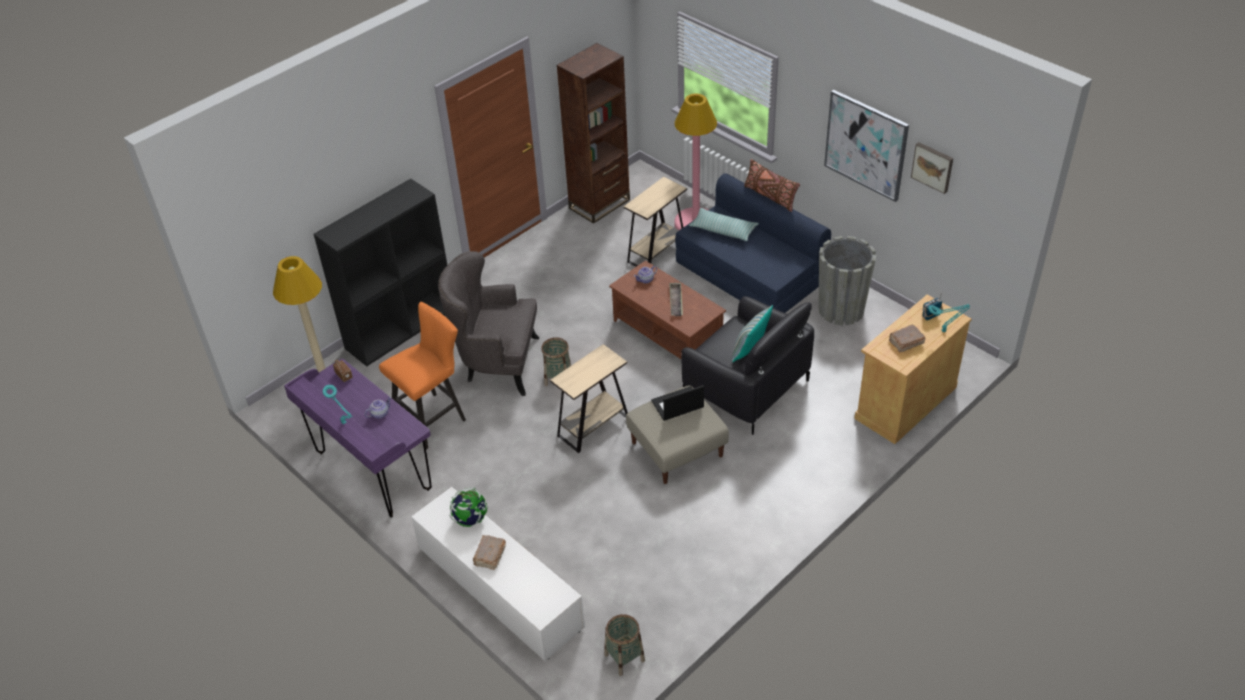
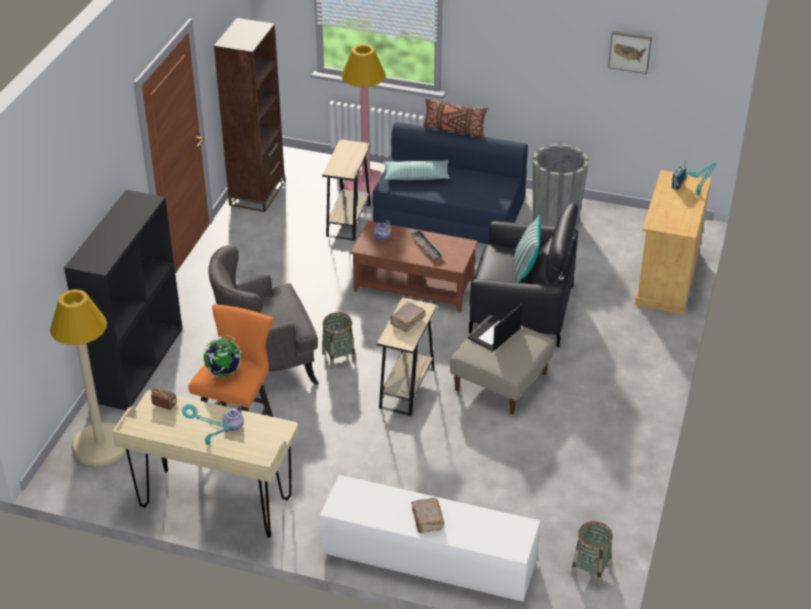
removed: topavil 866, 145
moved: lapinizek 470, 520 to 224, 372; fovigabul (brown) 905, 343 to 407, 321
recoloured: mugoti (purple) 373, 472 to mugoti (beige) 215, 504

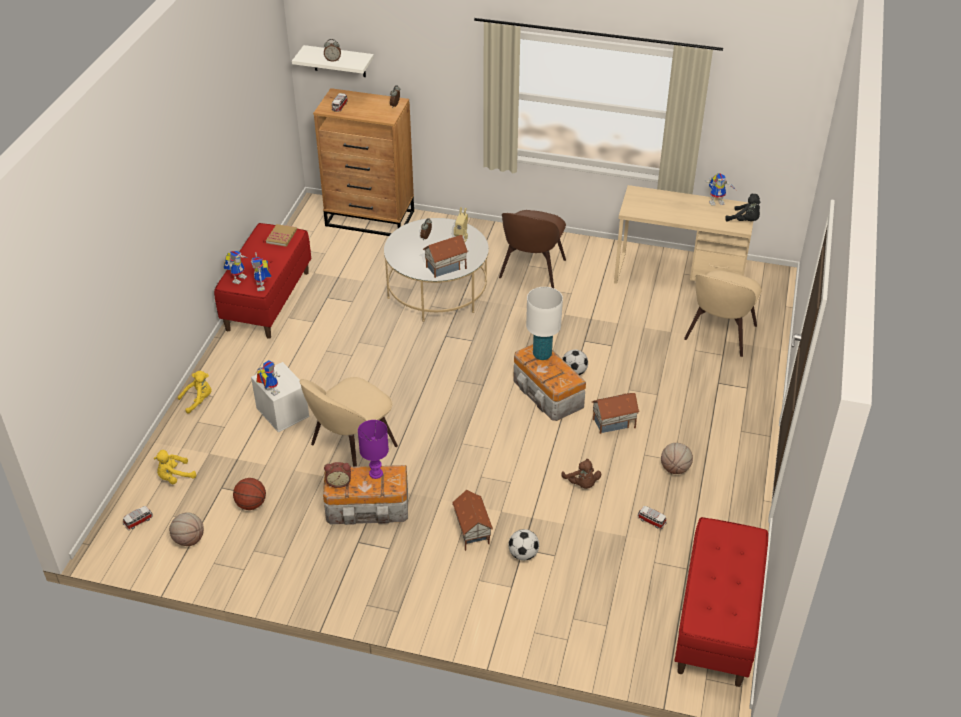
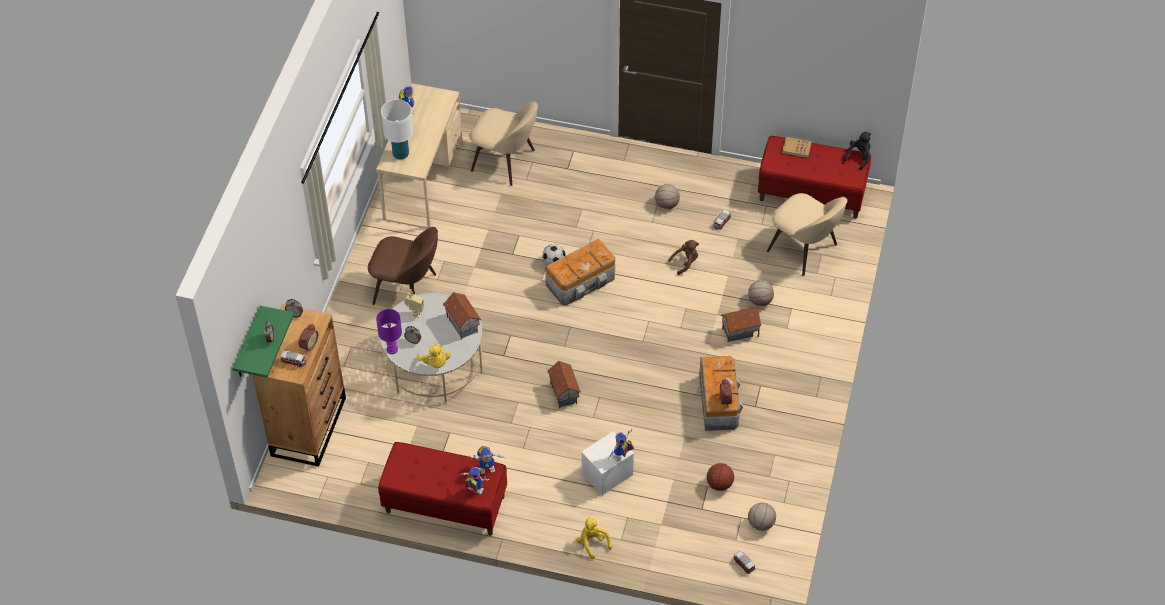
added: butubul 308, 344
moved: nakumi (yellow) 175, 477 to 435, 363; fovigabul 281, 236 to 796, 148; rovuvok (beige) 351, 447 to 804, 249; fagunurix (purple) 375, 474 to 392, 349; fagunurix (white) 542, 355 to 401, 154; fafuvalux 614, 424 to 564, 393; nakumi (black) 745, 221 to 859, 157
replaced: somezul 523, 554 to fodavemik 760, 301
recoloured: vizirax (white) 339, 61 to vizirax (green) 247, 345

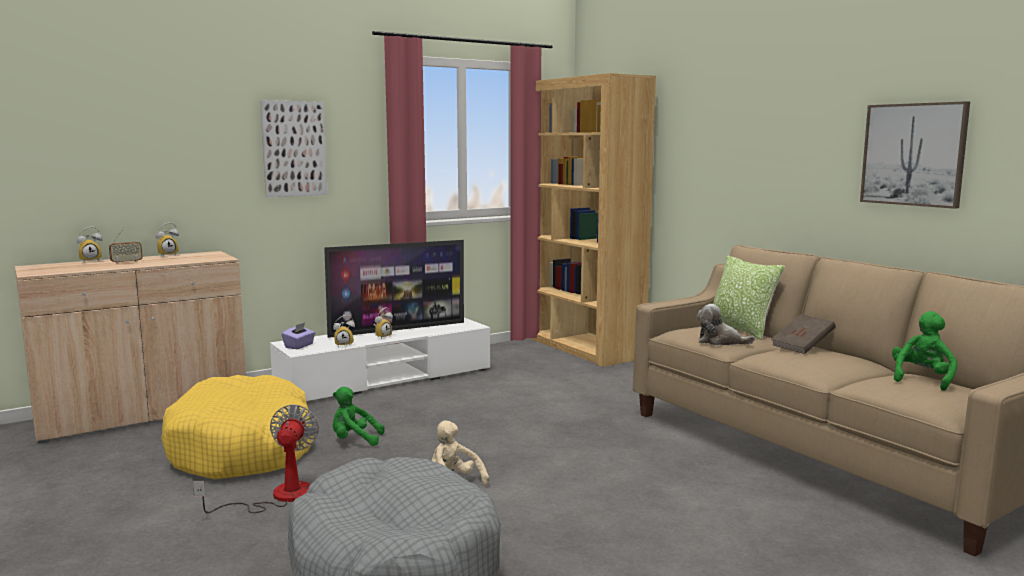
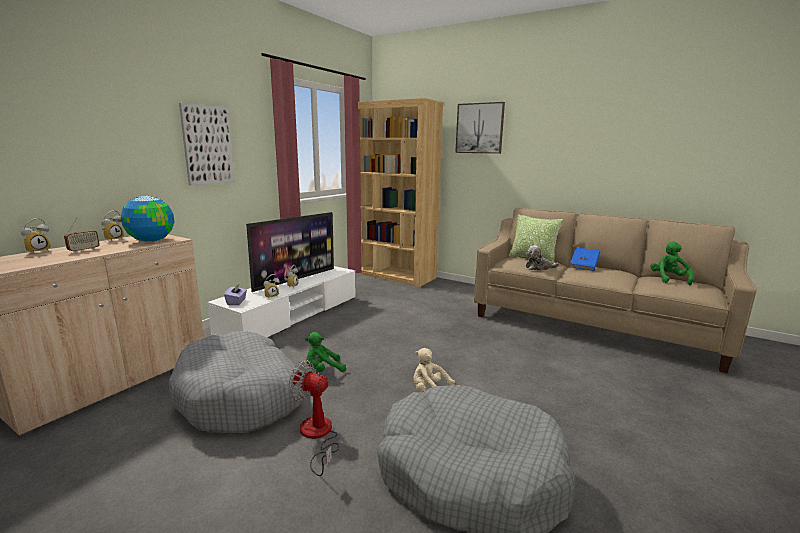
added: lapinizek 151, 241
moved: topavil 913, 154 to 479, 128
recoloured: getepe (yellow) 243, 448 to getepe (grey) 240, 396; fovigabul (brown) 802, 346 to fovigabul (blue) 584, 266
turned: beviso 278, 497 = 317, 436 45 degrees counterclockwise

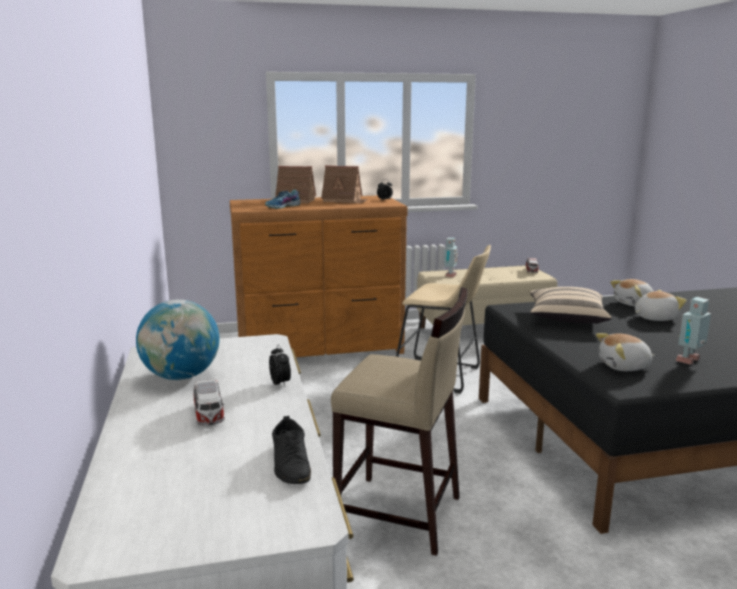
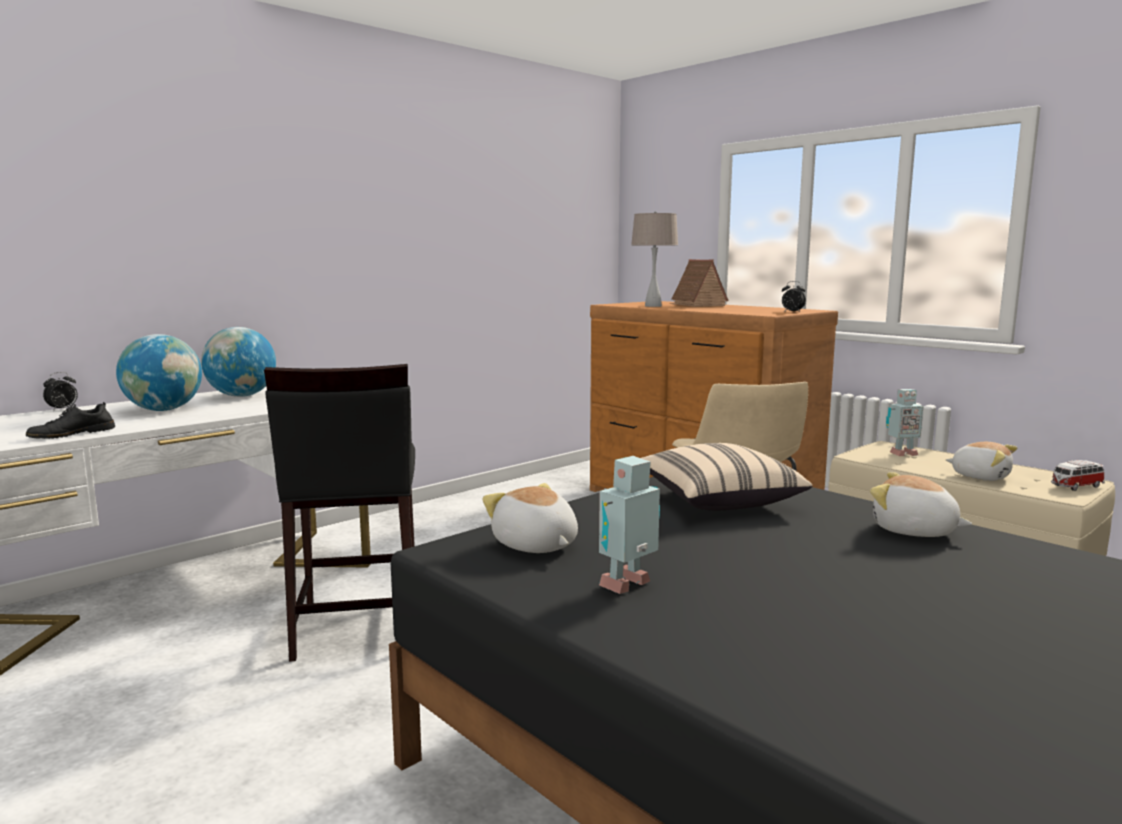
removed: fafuvalux 344, 201
moved: butubul 280, 383 to 63, 409; nakumi 654, 318 to 980, 477
replaced: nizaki 209, 415 to lapinizek 164, 410; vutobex 283, 206 to fagunurix (beige) 653, 306
recoloured: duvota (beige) 399, 514 to duvota (black) 356, 626
turned: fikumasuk 690, 361 = 629, 585 60 degrees counterclockwise

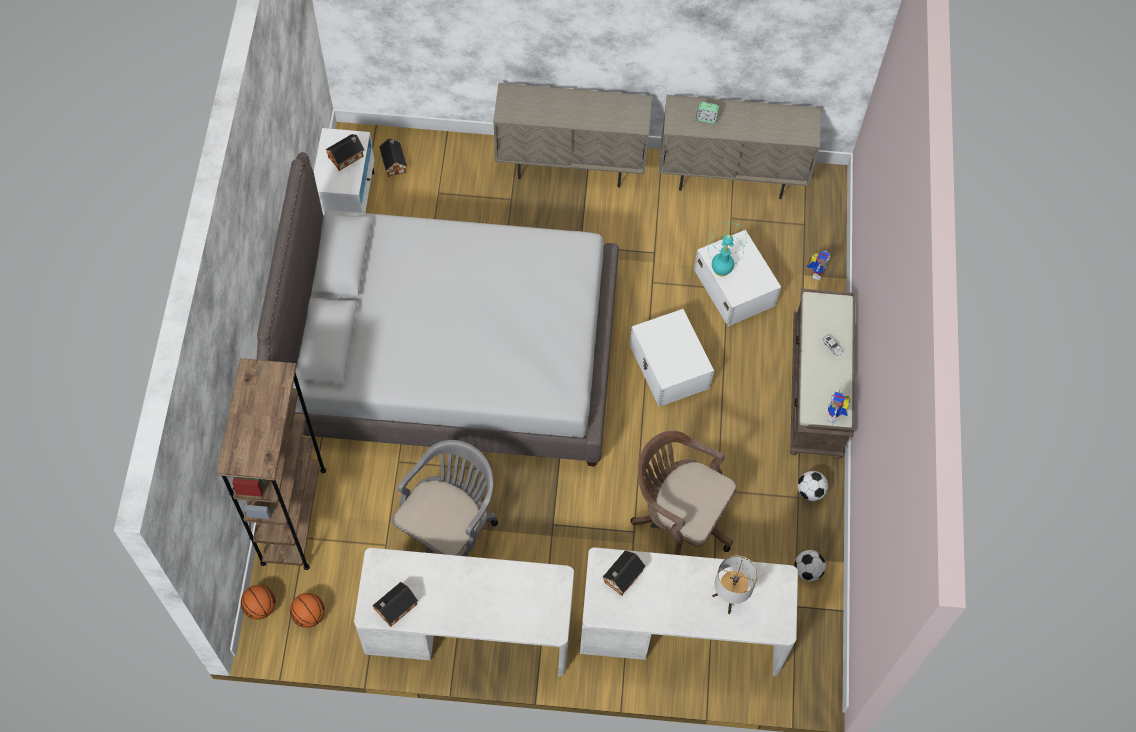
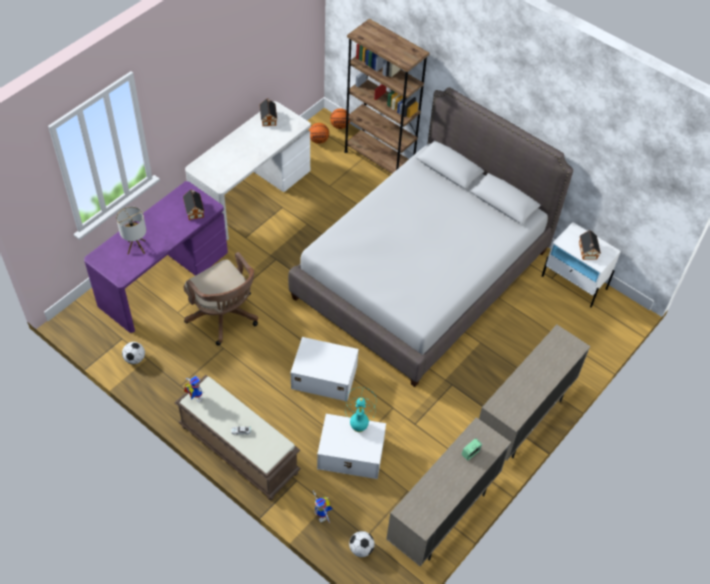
removed: fafuvalux 394, 162; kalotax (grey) 449, 532
moved: somezul 810, 491 to 361, 549
recoloured: mugoti (white) 681, 630 to mugoti (purple) 163, 278
turned: kalotax (brown) 678, 519 = 224, 317 75 degrees clockwise

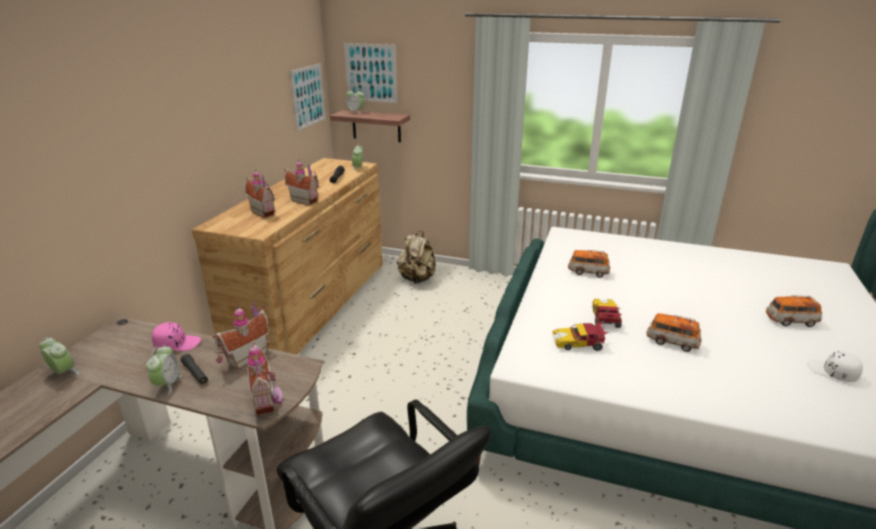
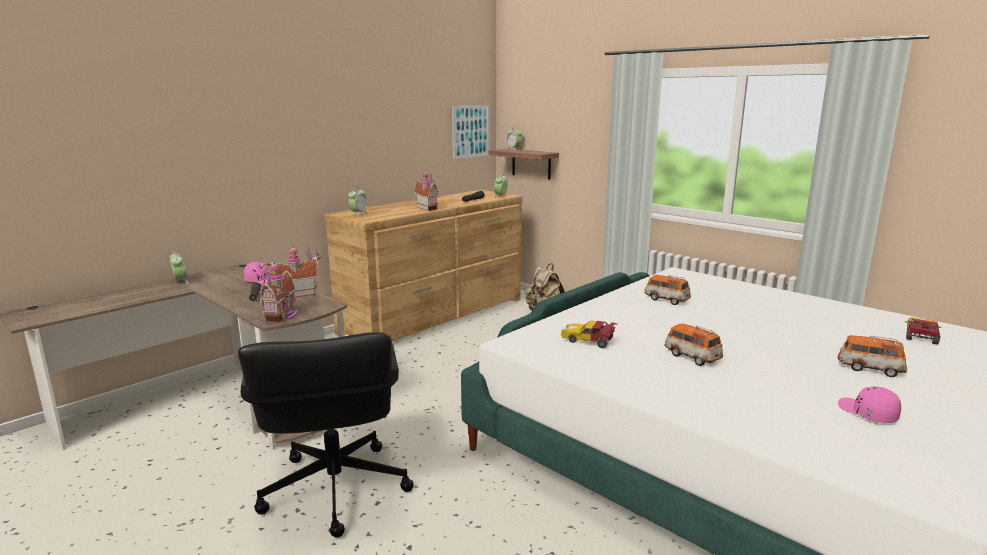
removed: fafuvalux 264, 212; topavil 371, 73
moved: butubul 167, 384 to 358, 214; nizaki 605, 318 to 920, 336
recoloured: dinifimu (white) 832, 372 to dinifimu (pink) 867, 413

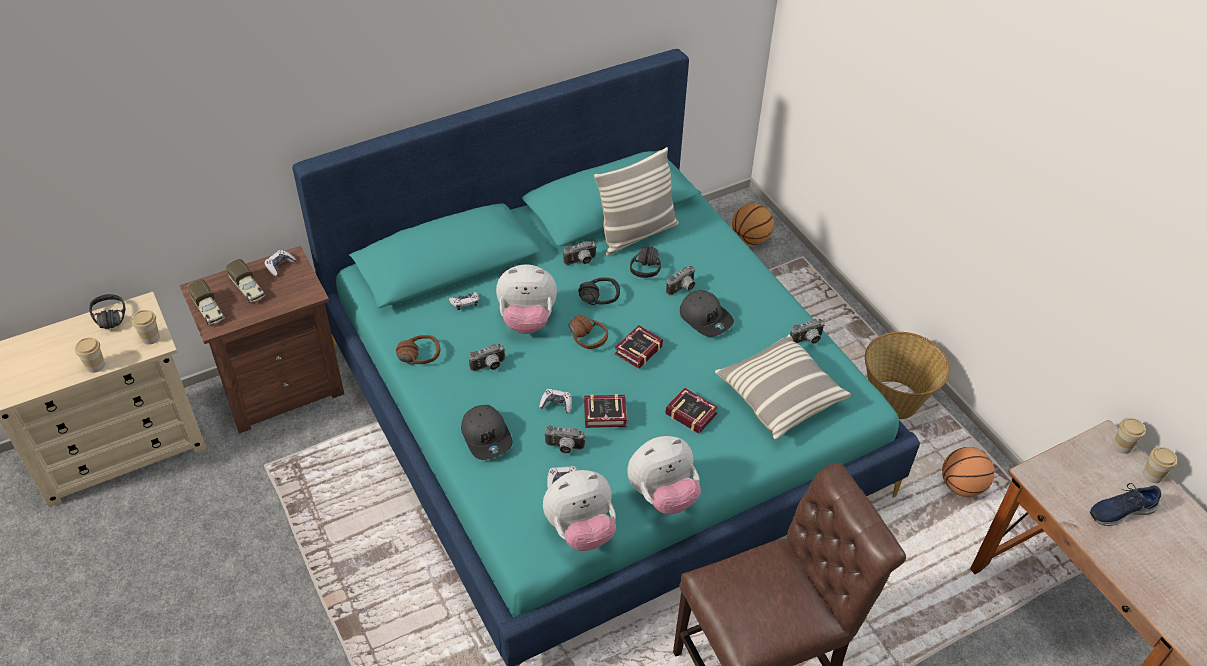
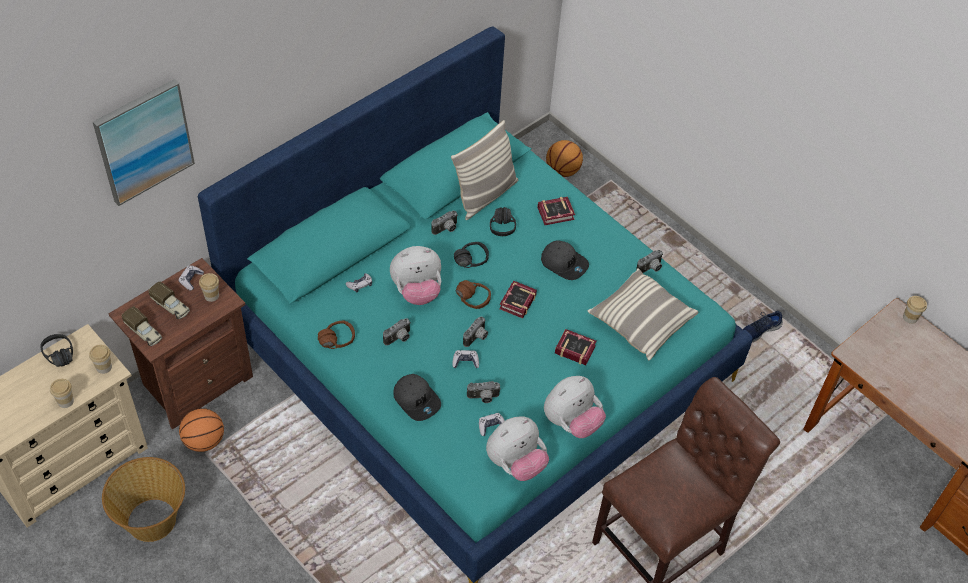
added: topavil 143, 141
moved: fovigabul 607, 415 to 557, 214; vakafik 682, 289 to 477, 338; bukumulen 895, 400 to 152, 519; fodavemik 961, 486 to 204, 441; vutobex (blue) 1121, 510 to 759, 330; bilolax 1152, 475 to 211, 295

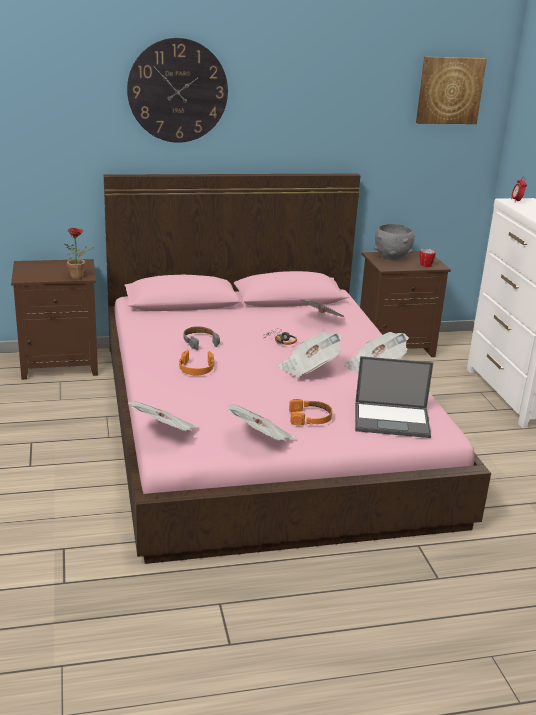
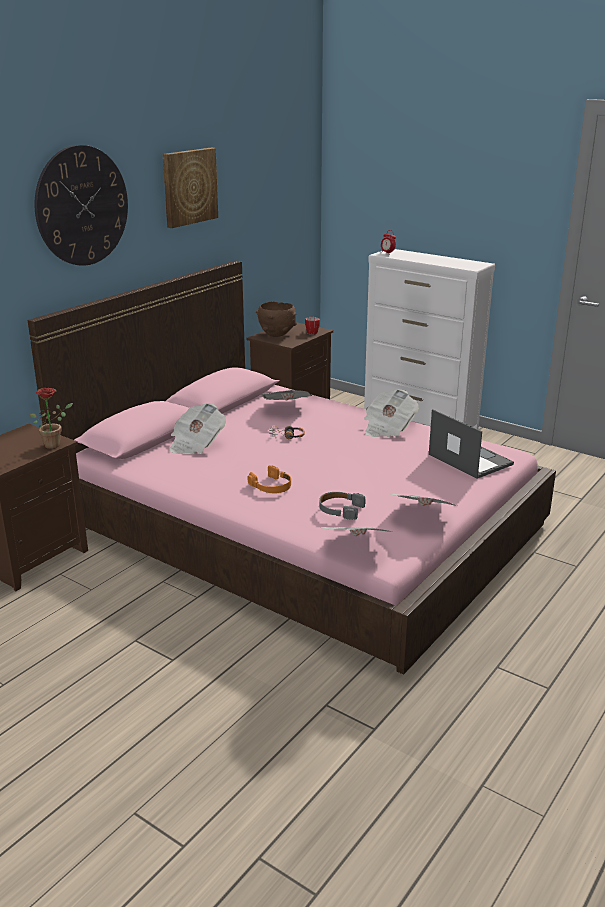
removed: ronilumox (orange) 310, 418
moved: ronilumox (grey) 200, 341 to 340, 510; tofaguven 309, 368 to 196, 444; topavil 449, 90 to 189, 187
recoloured: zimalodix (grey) 392, 257 to zimalodix (brown) 277, 334
turned: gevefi 392, 420 = 469, 459 90 degrees counterclockwise

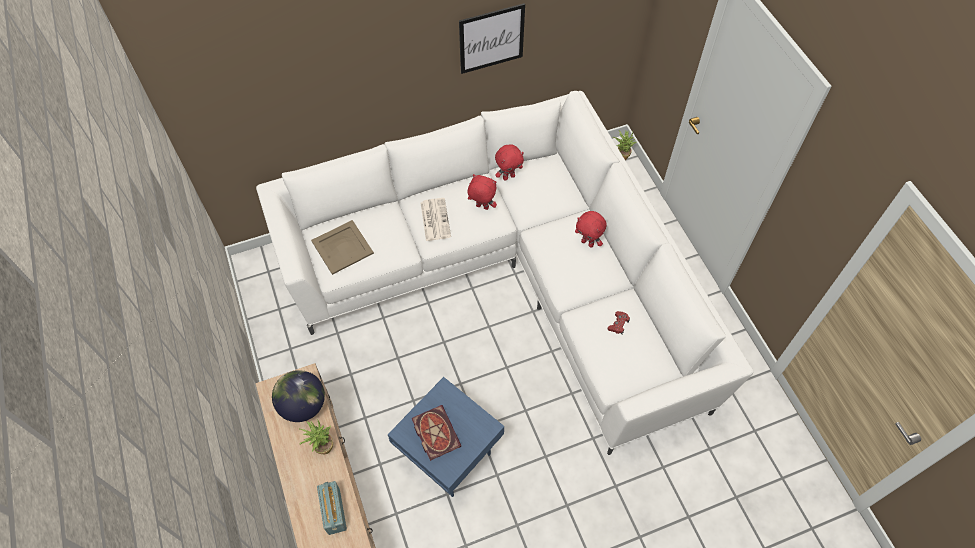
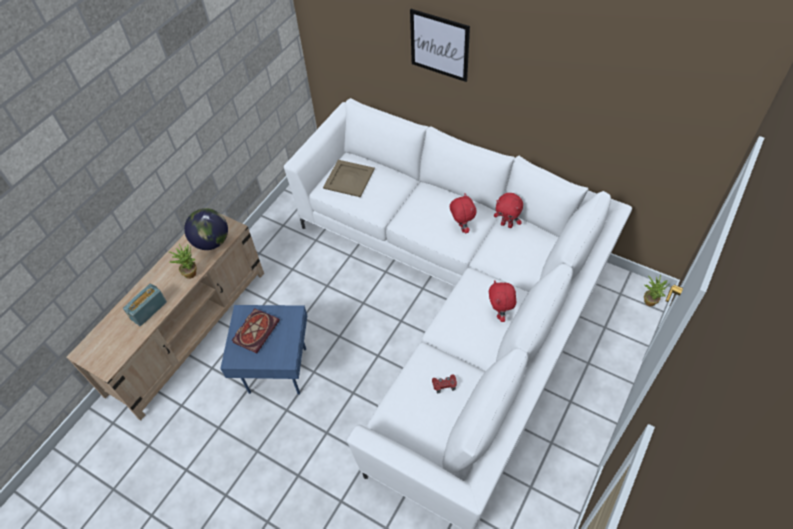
removed: tofaguven 435, 219
moved: topavil 491, 38 to 439, 45

